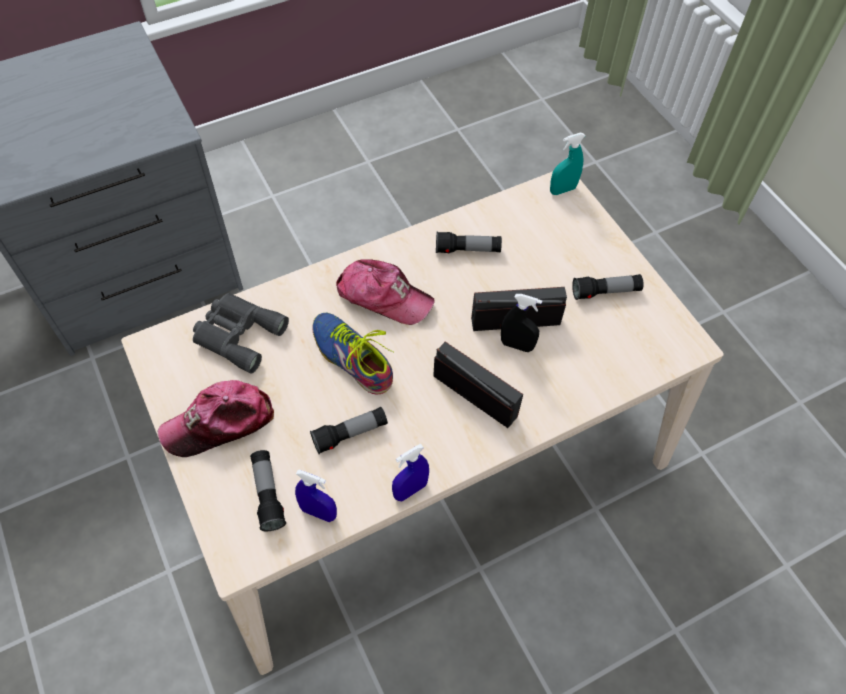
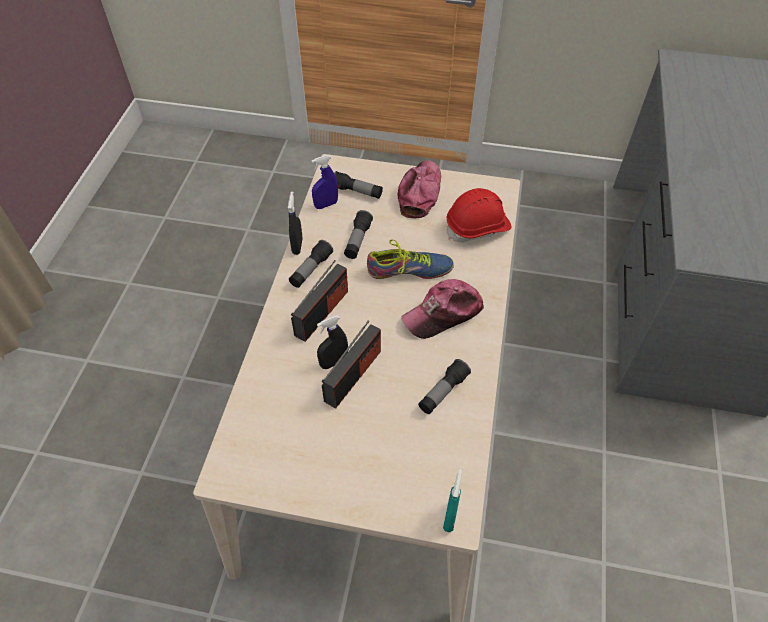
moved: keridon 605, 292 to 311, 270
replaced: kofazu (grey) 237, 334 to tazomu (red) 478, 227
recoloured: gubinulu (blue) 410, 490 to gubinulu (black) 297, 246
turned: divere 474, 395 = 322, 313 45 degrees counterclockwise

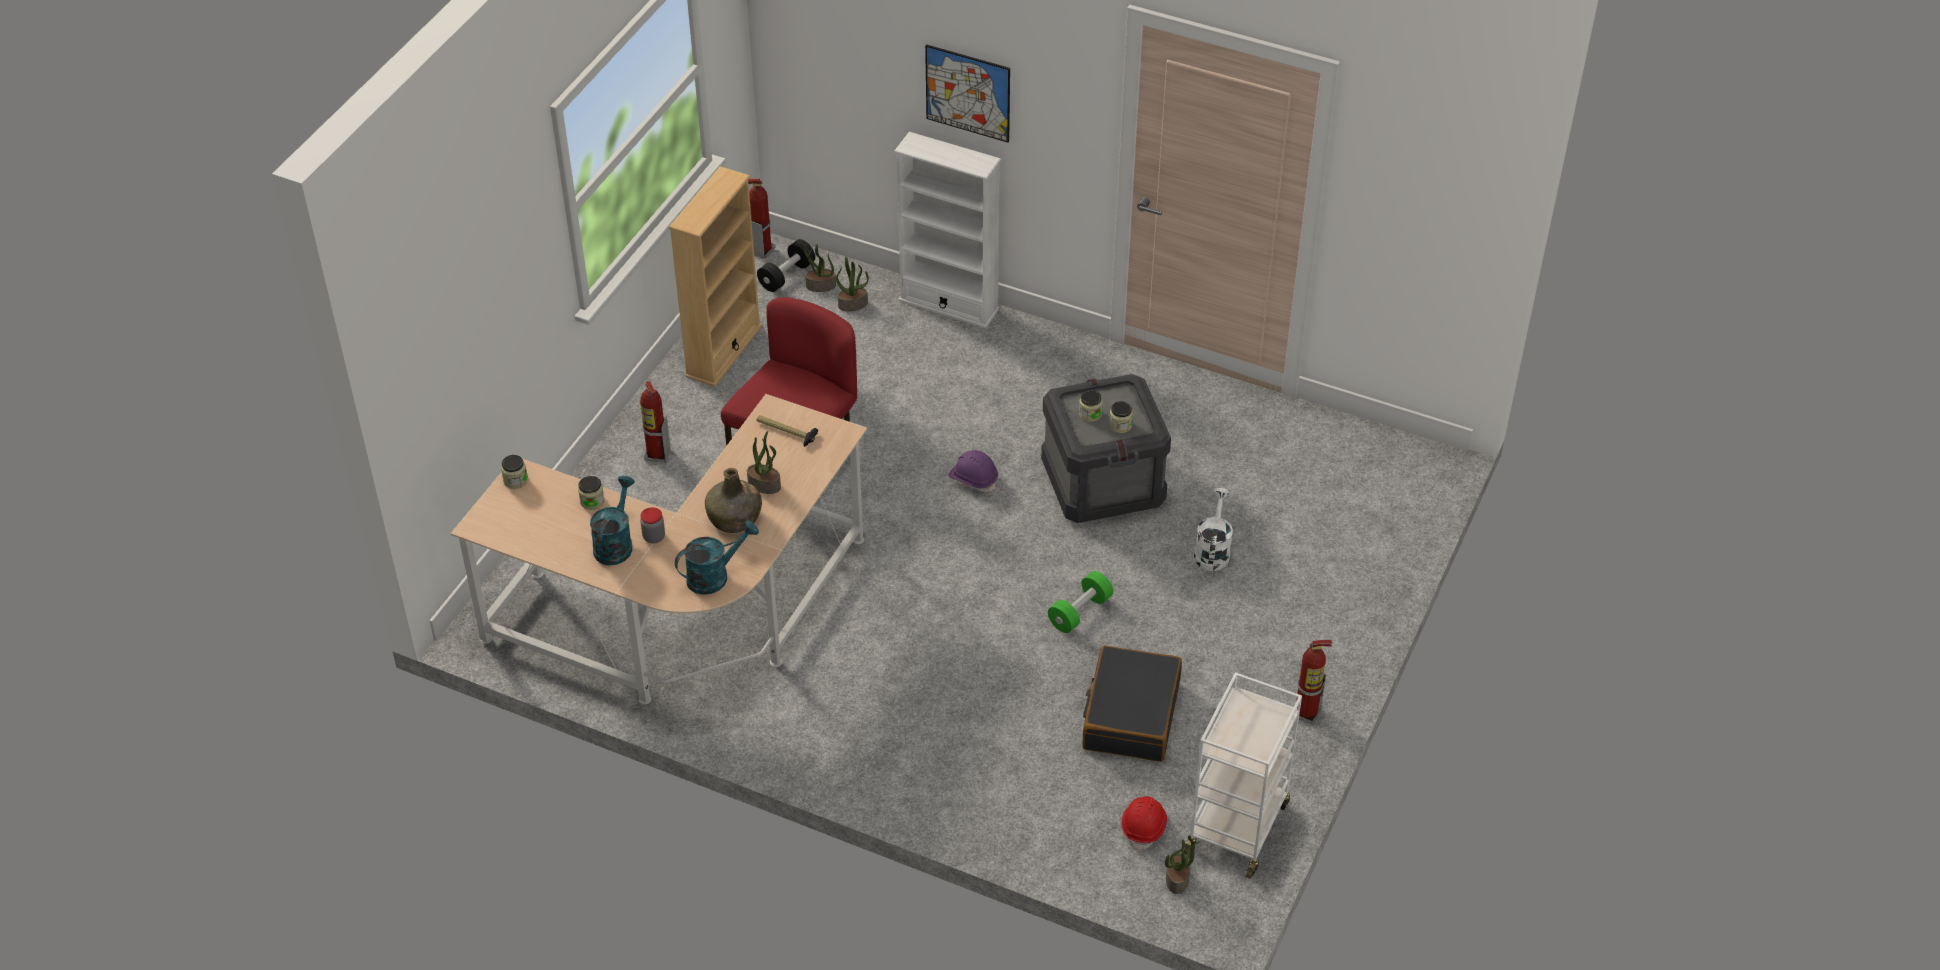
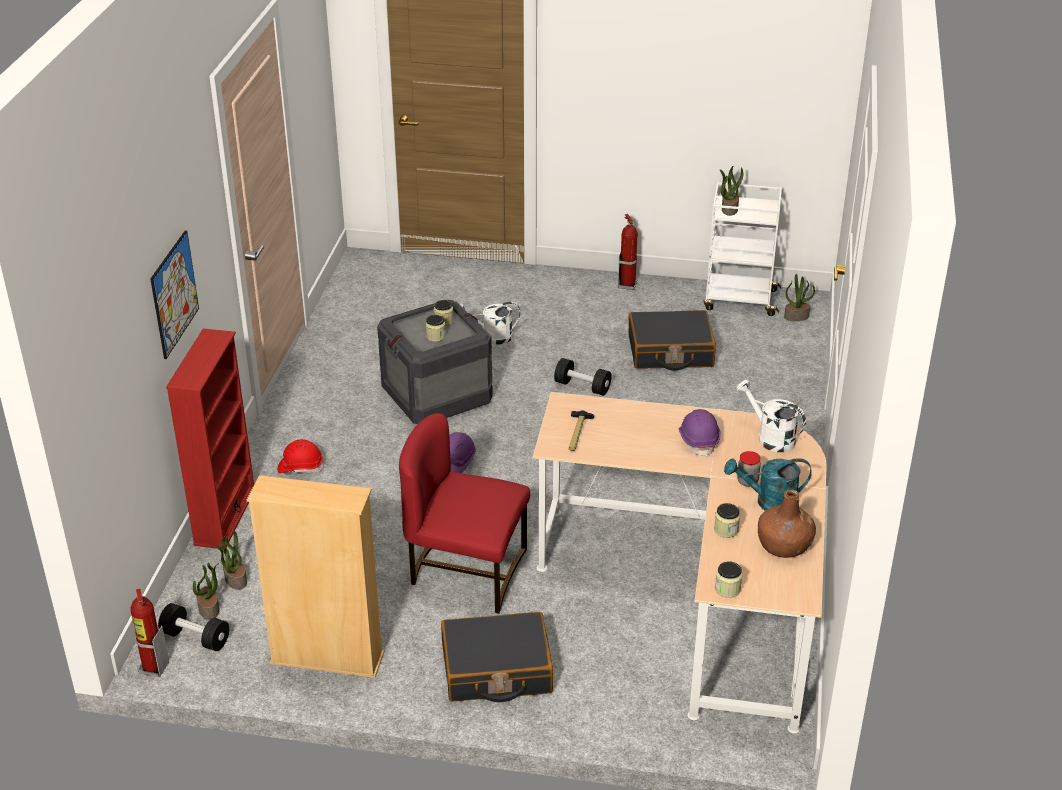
added: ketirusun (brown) 784, 545
moved: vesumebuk 765, 484 to 729, 209; tazomu (red) 1144, 827 to 300, 467
replaced: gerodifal 657, 455 to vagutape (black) 496, 670; ketirusun (green) 735, 518 to tazomu (purple) 698, 440
recoloured: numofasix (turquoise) 714, 575 to numofasix (white) 770, 437; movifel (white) 949, 304 to movifel (red) 225, 515; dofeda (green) 1080, 612 to dofeda (black) 582, 386

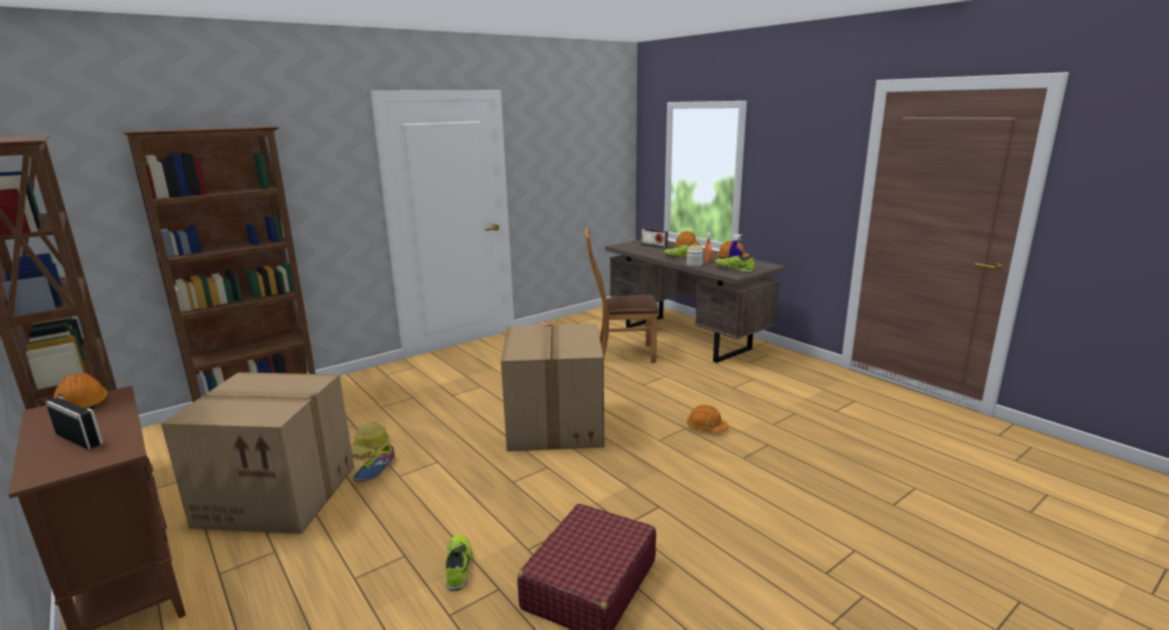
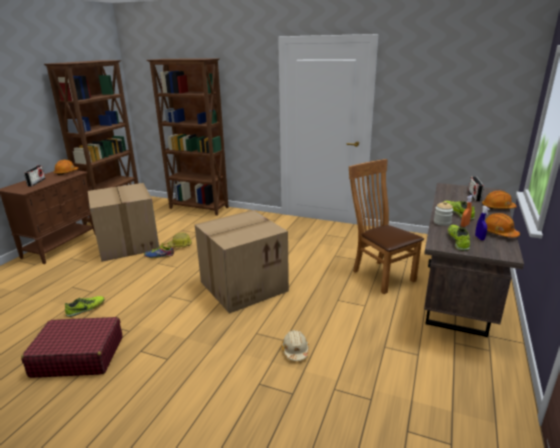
recoloured: tazomu (orange) 706, 427 to tazomu (beige) 295, 350

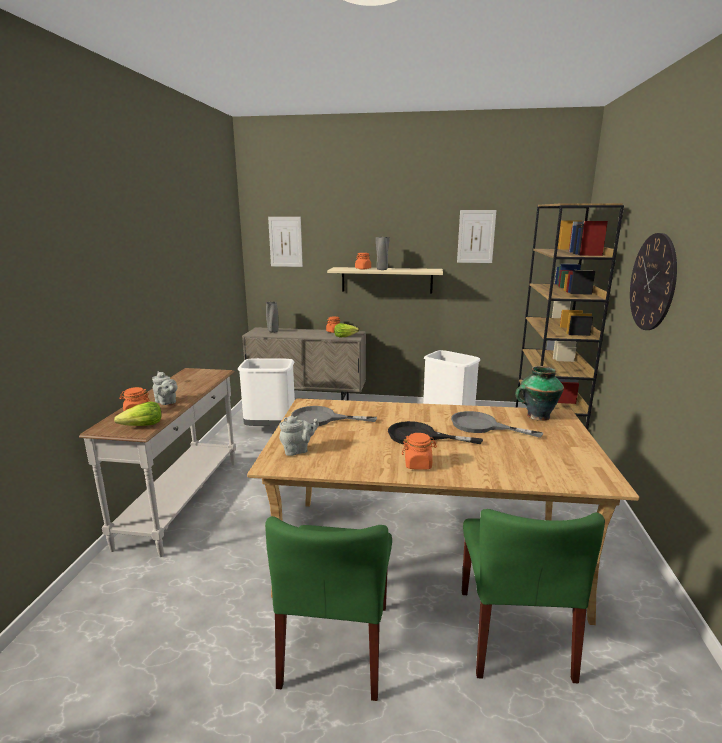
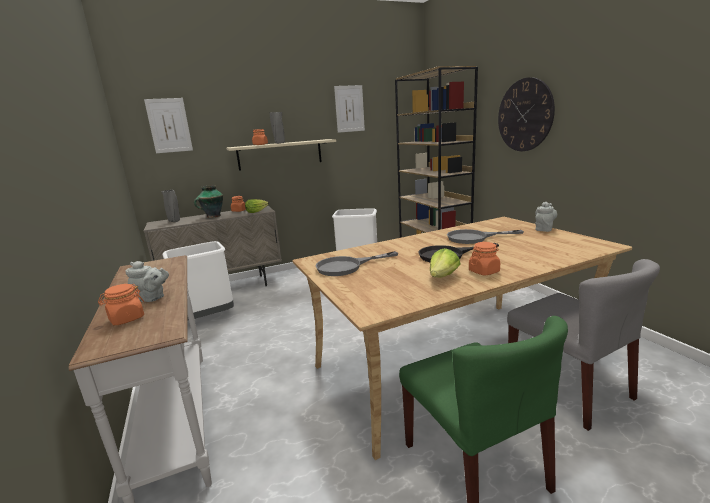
moved: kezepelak 142, 426 to 443, 277; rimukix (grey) 298, 450 to 544, 229; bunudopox 537, 416 to 213, 216
recoloured: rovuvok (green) 513, 633 to rovuvok (grey) 569, 388

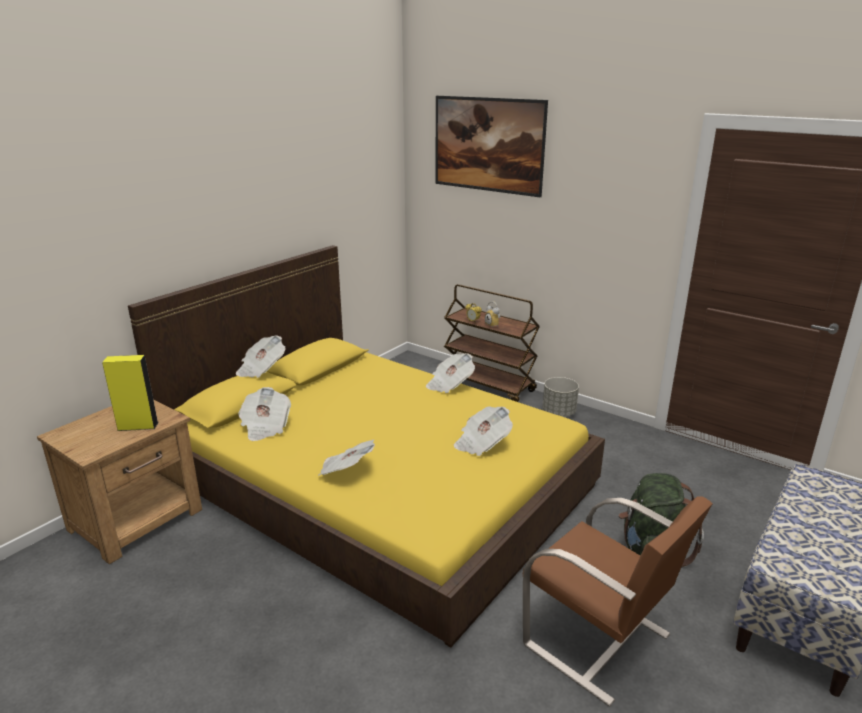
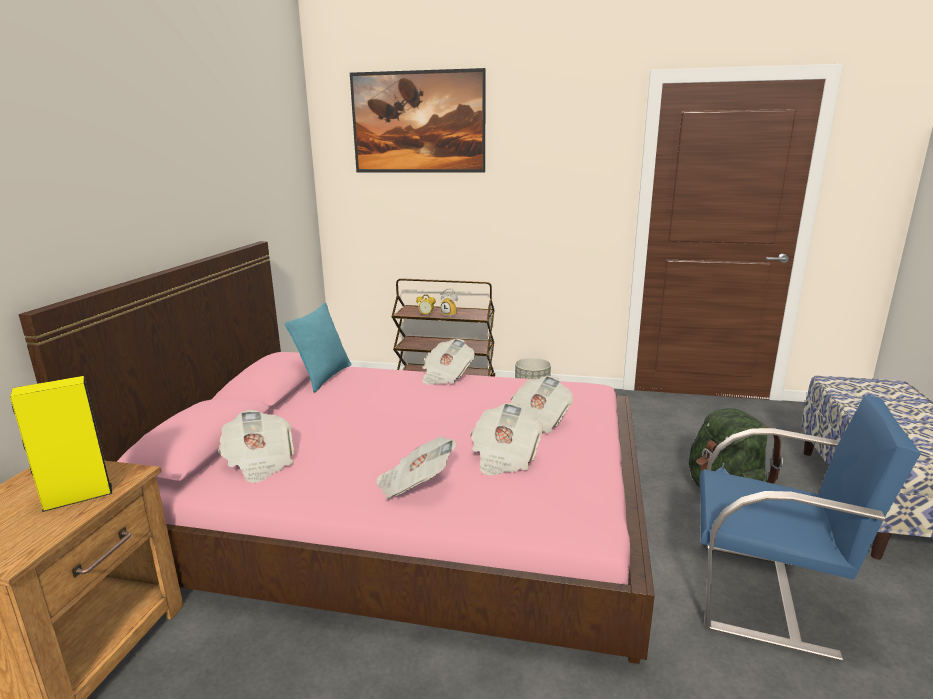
added: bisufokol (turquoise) 324, 377
moved: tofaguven 261, 369 to 504, 457
recoloured: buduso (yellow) 379, 481 to buduso (pink) 403, 503; rovuvok (brown) 599, 642 to rovuvok (blue) 767, 596

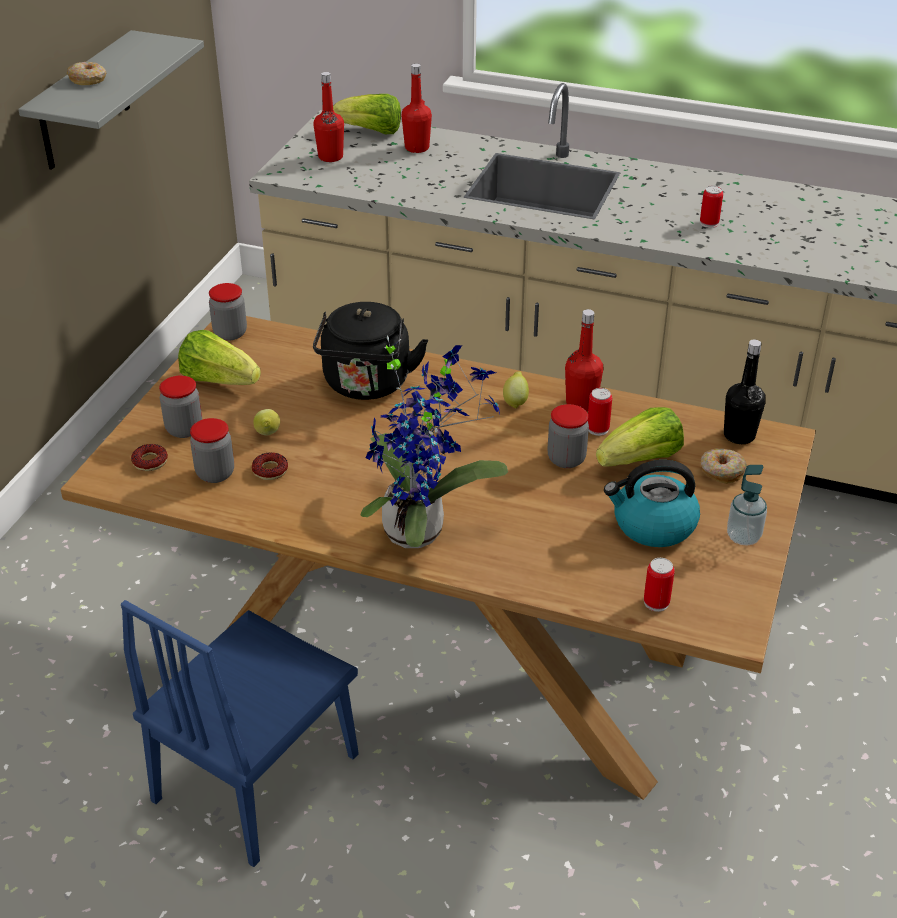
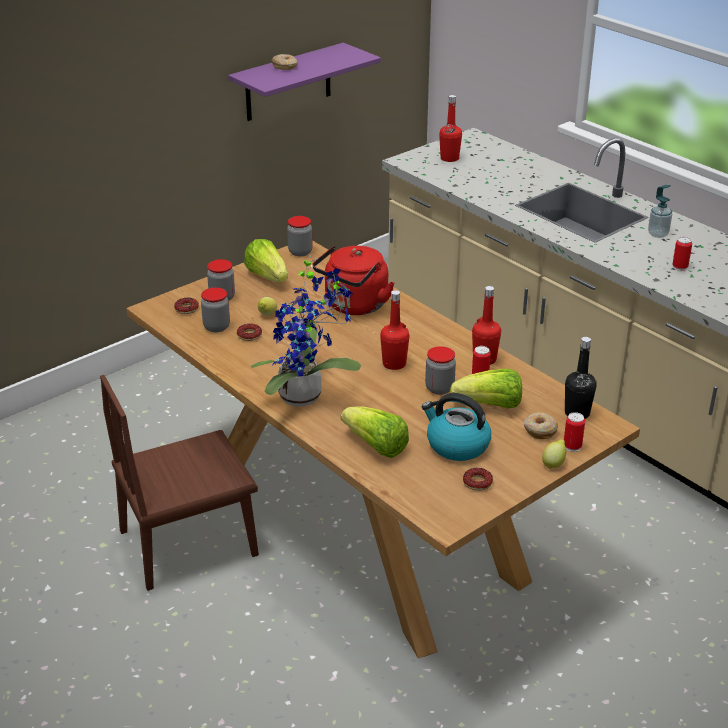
added: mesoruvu 477, 482
moved: kezepelak 371, 131 to 376, 446; ketirusun (red) 417, 148 to 394, 364; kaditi 515, 401 to 554, 464; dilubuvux 656, 602 to 572, 446; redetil 743, 537 to 658, 234
recoloured: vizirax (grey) 84, 102 to vizirax (purple) 288, 83; rovuvok (blue) 256, 777 to rovuvok (brown) 188, 543; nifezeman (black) 367, 385 to nifezeman (red) 354, 306

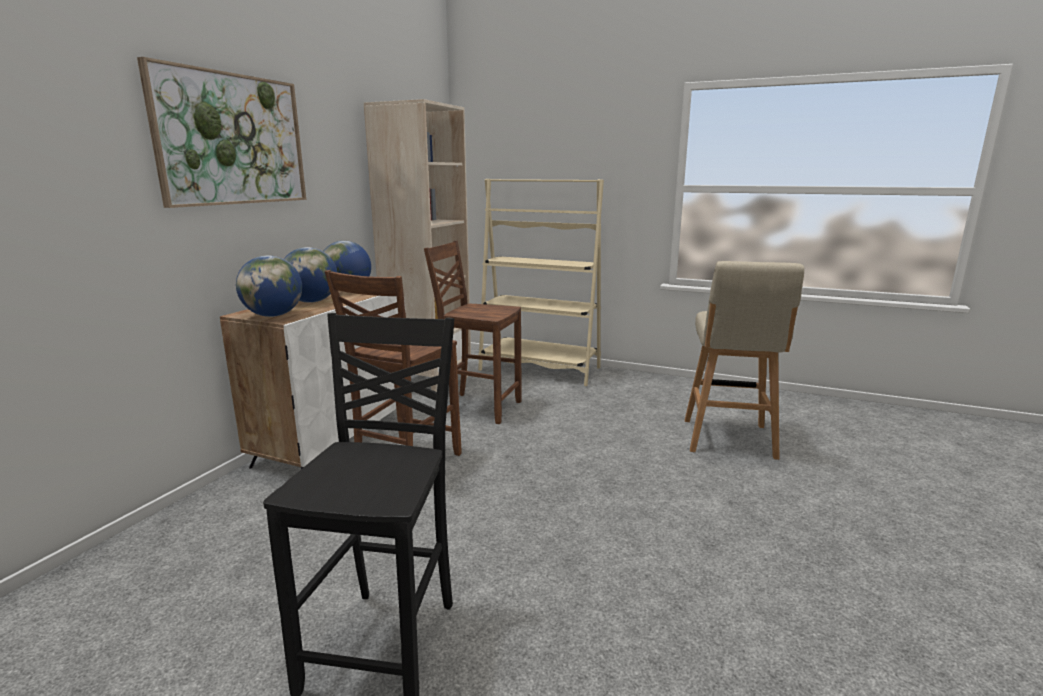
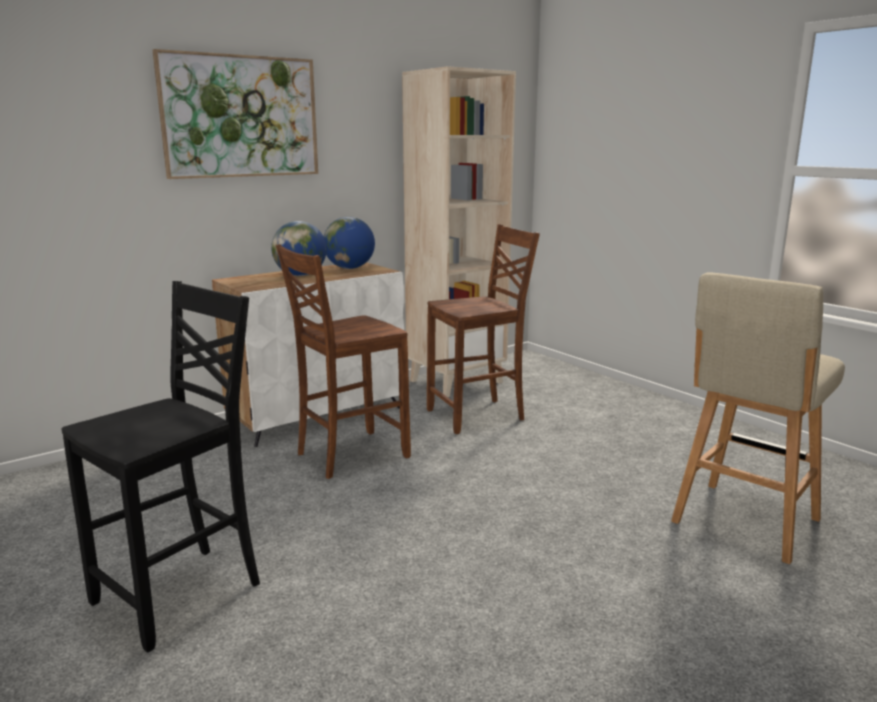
removed: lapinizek 273, 315; movifel (beige) 540, 369
turned: rovuvok (brown) 478, 407 = 478, 415 105 degrees clockwise

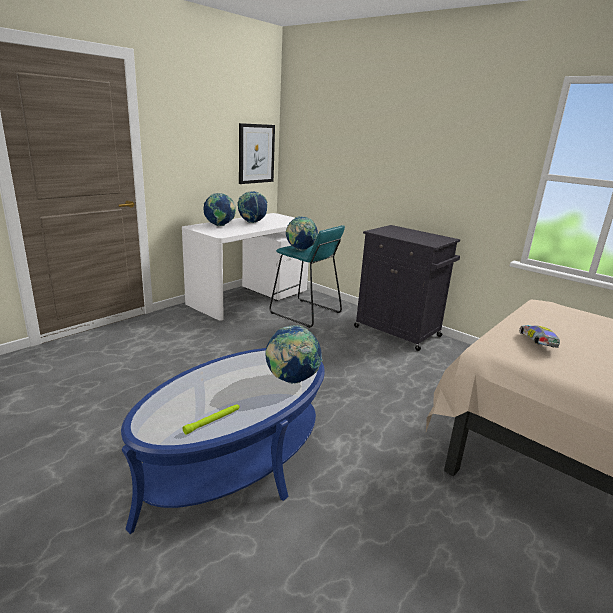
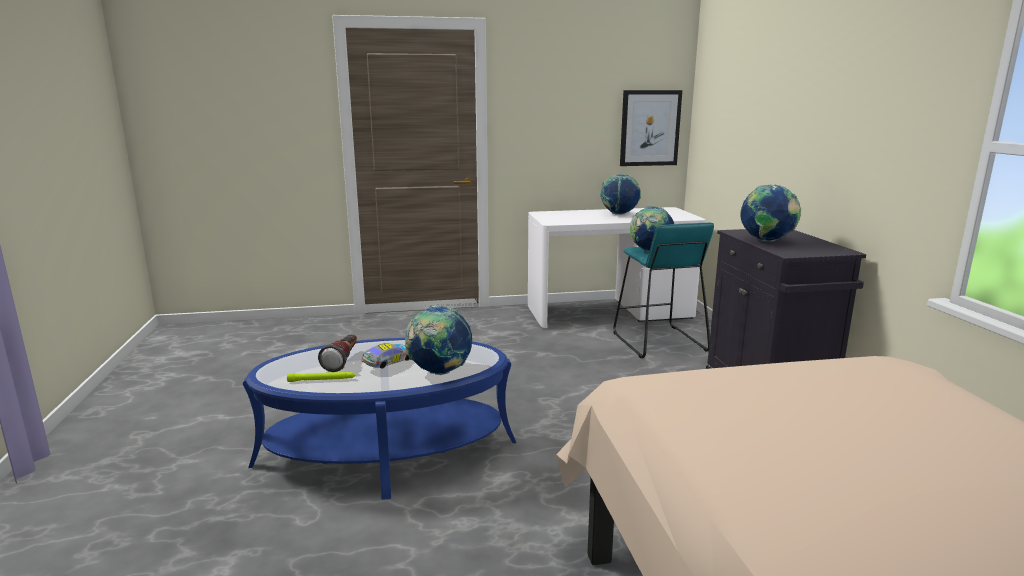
added: keridon 343, 361
moved: lapinizek 220, 226 to 766, 241; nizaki 537, 343 to 387, 364

